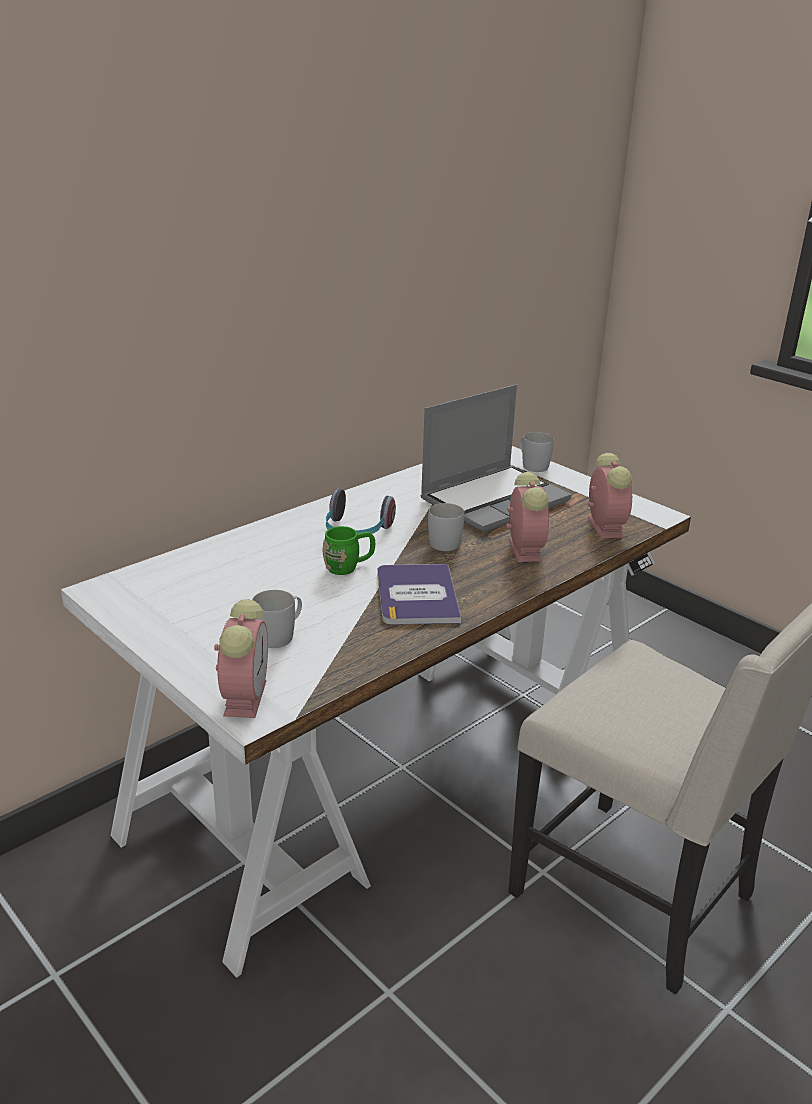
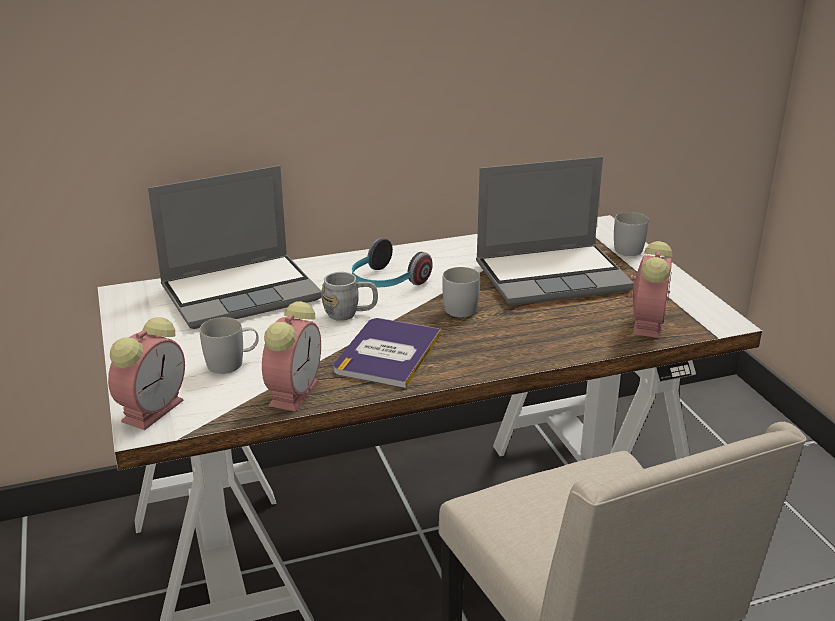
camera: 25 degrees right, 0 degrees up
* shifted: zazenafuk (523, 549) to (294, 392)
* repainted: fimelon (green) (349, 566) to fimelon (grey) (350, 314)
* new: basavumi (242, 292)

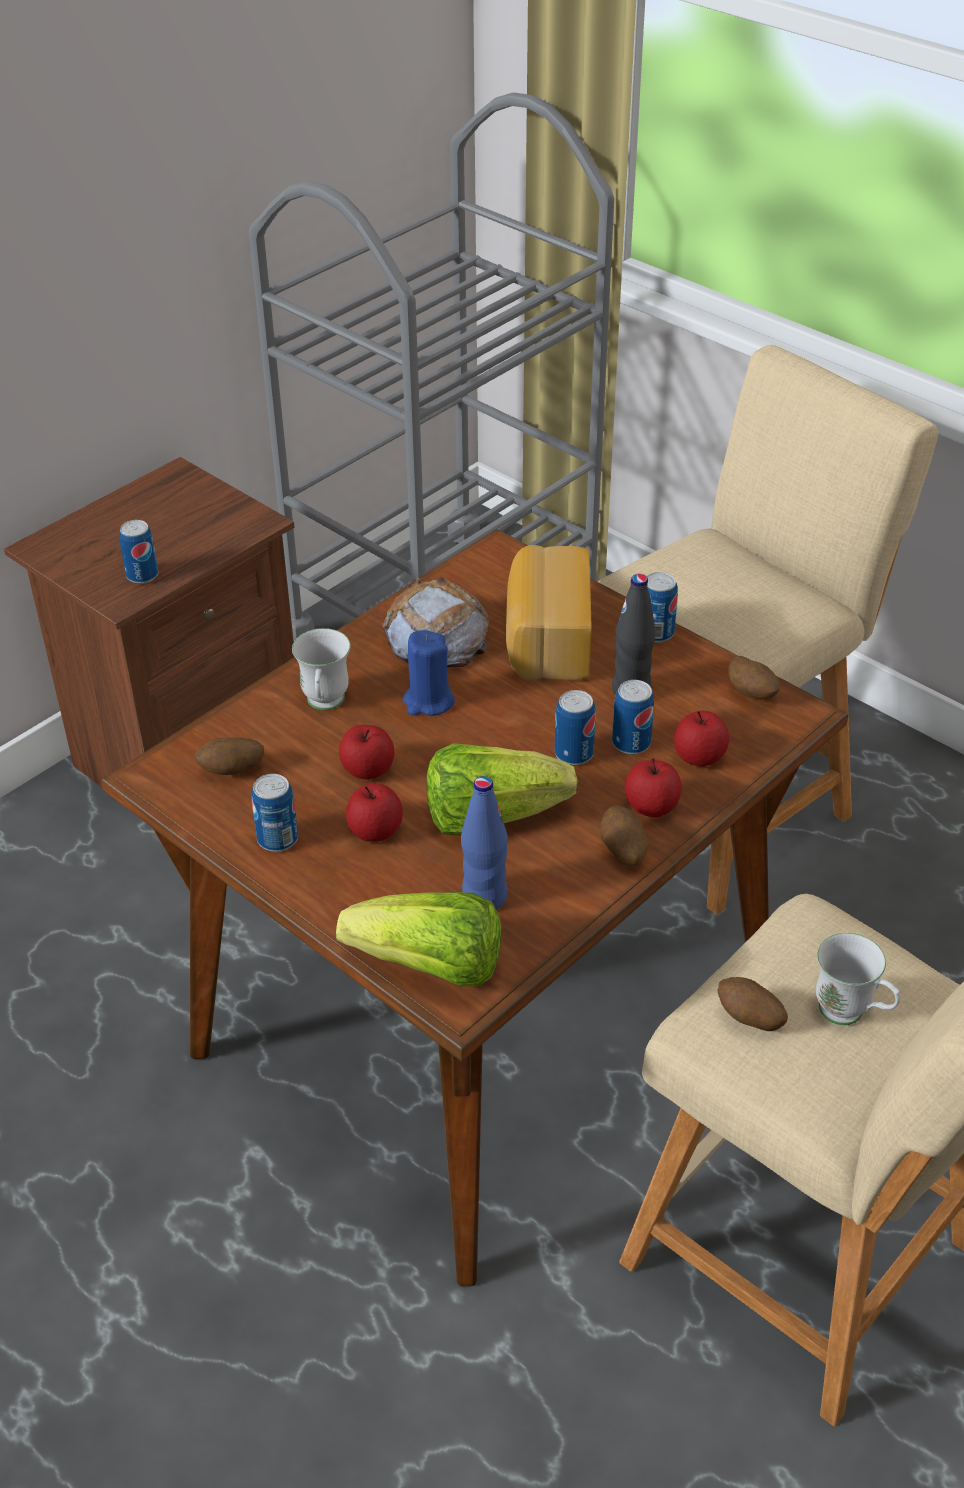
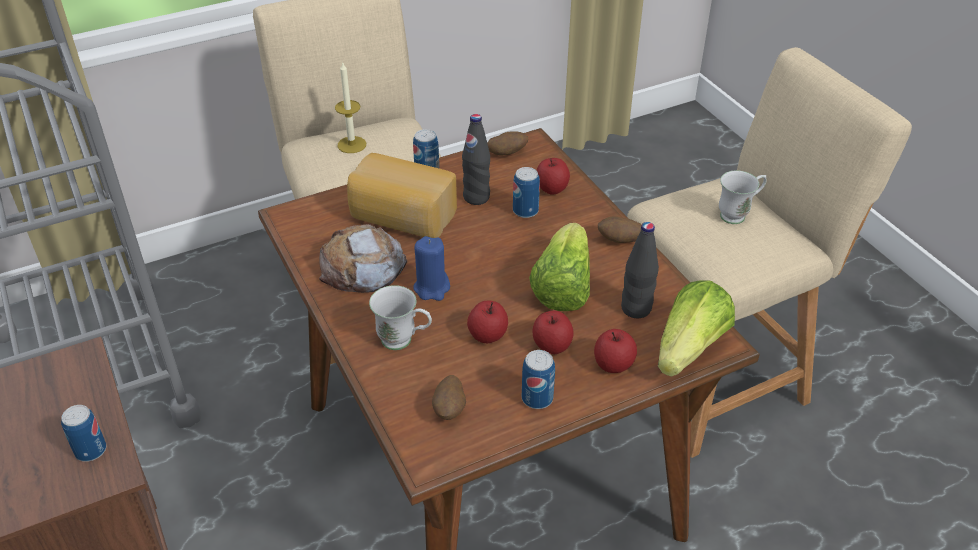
camera: 70 degrees left, 0 degrees up
* gone: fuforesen (573, 754)
* shifted: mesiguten (651, 806) to (613, 364)
* repainted: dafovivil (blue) (484, 897) to dafovivil (black) (636, 309)
* gone: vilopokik (749, 1019)
* new: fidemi (352, 144)

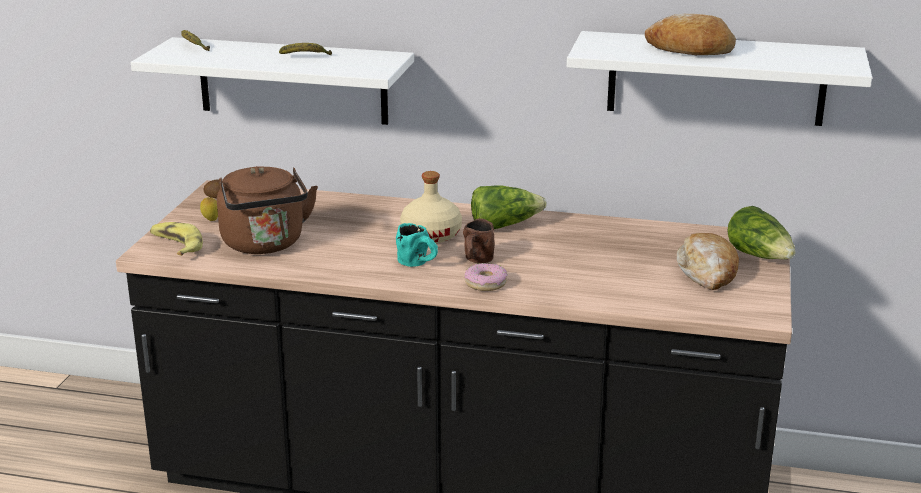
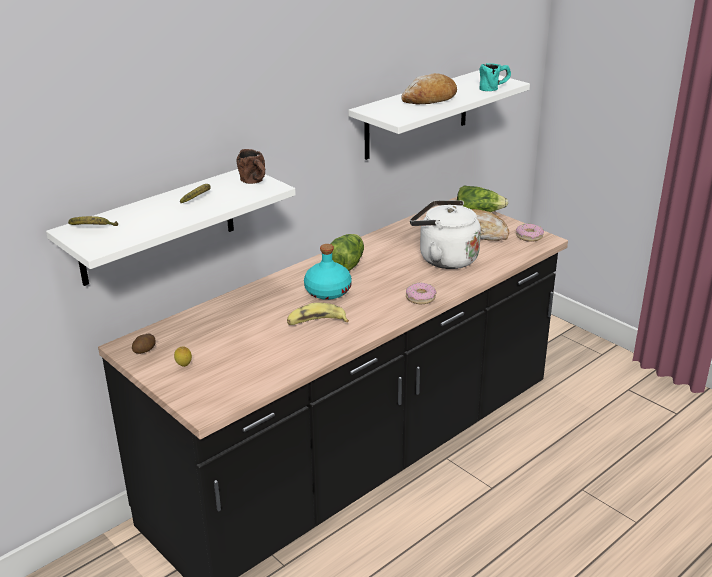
camera: 55 degrees left, 5 degrees up
* gone: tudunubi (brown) (265, 245)
* repainted: dafovivil (beige) (431, 234) to dafovivil (turquoise) (327, 291)
* shifted: fimelon (brown) (476, 261) to (255, 182)
* shifted: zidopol (176, 246) to (316, 322)
* shifted: fimelon (turquoise) (419, 264) to (494, 88)
* new: tudunubi (white) (444, 259)
* new: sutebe (529, 236)

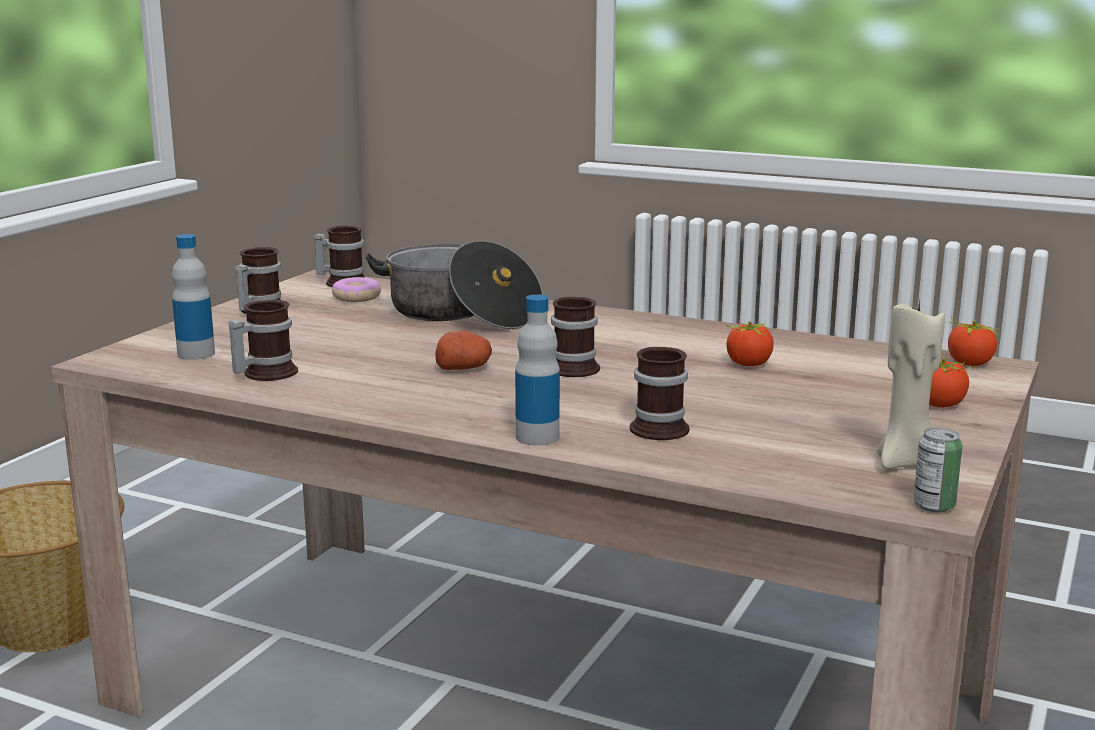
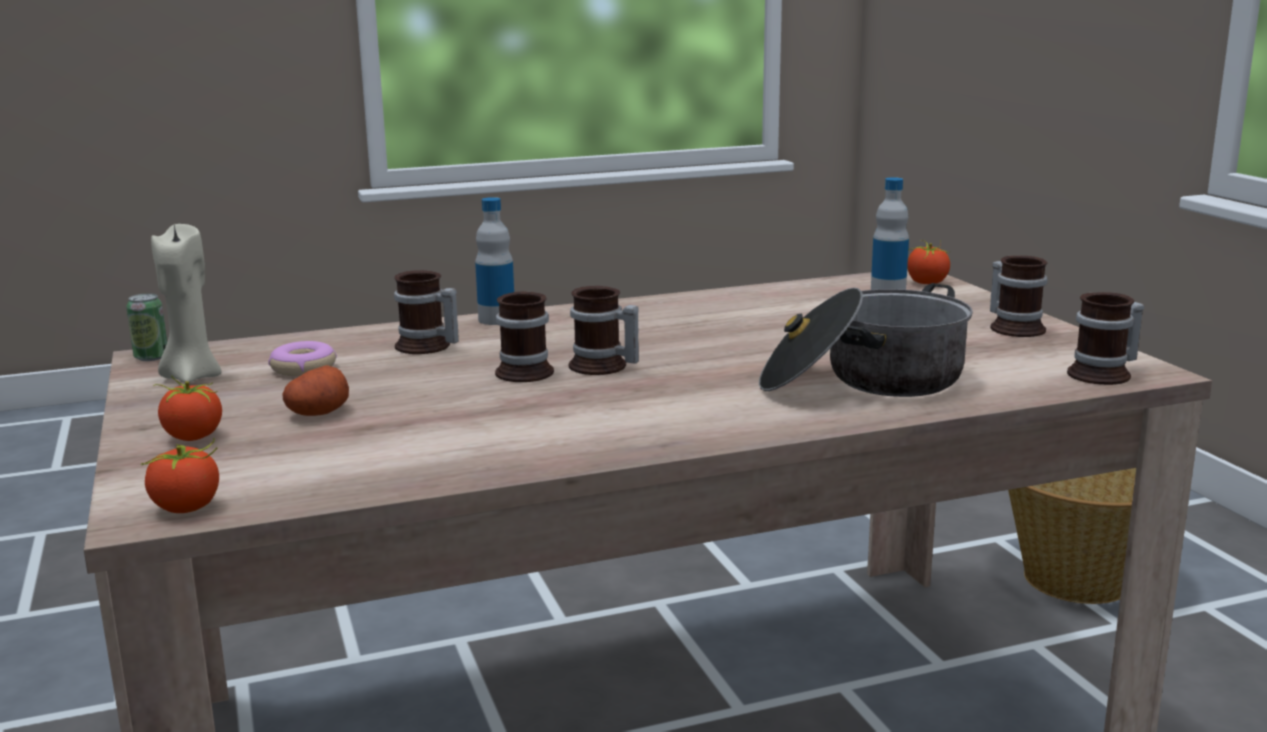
camera: 135 degrees right, 0 degrees up
* shifted: sutebe (356, 297) to (303, 368)
* shifted: fimelon (264, 373) to (528, 371)
* shifted: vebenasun (748, 364) to (927, 283)
* shifted: vilopokik (464, 368) to (318, 413)

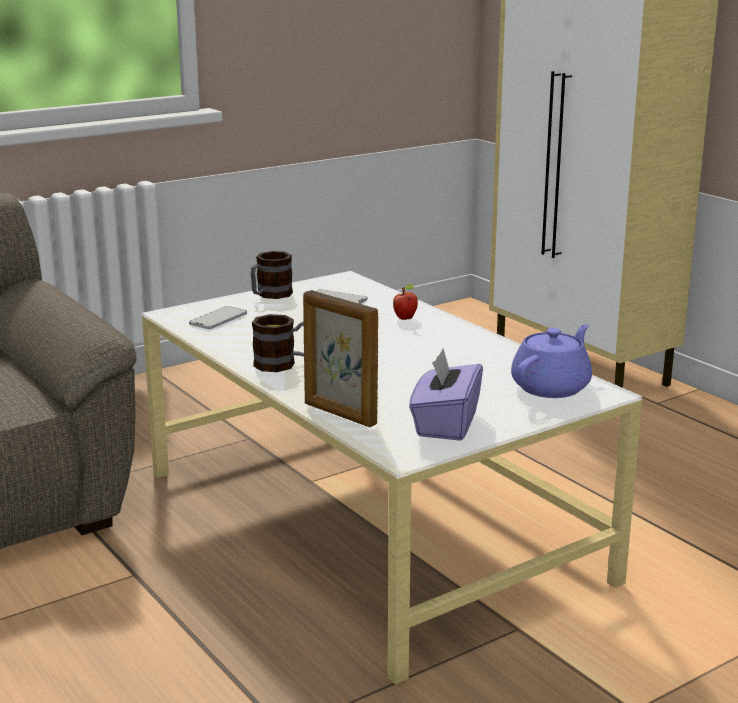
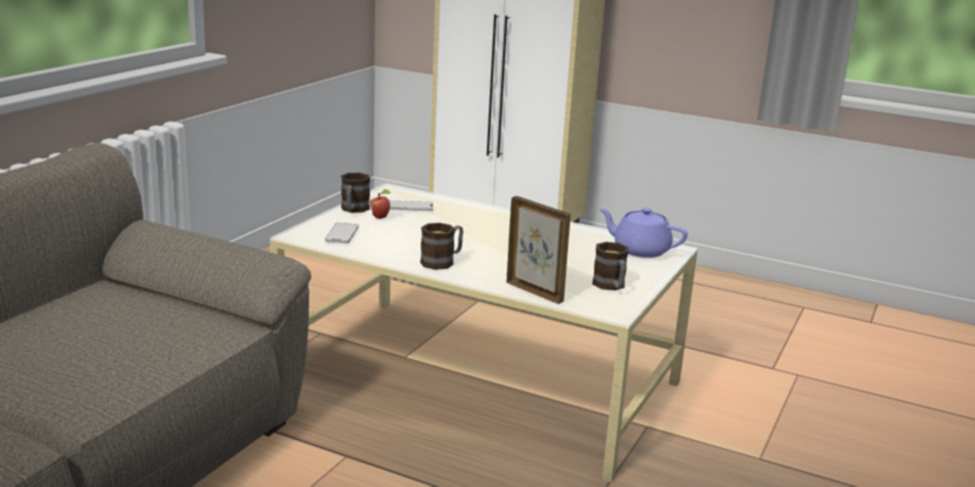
camera: 30 degrees left, 0 degrees up
* shifted: mesiguten (406, 318) to (380, 217)
* rotated: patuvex (339, 414) = (535, 292) 150 degrees counterclockwise
* rotated: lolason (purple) (552, 387) = (640, 250) 75 degrees counterclockwise
* swapped: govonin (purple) (445, 424) to fimelon (611, 286)

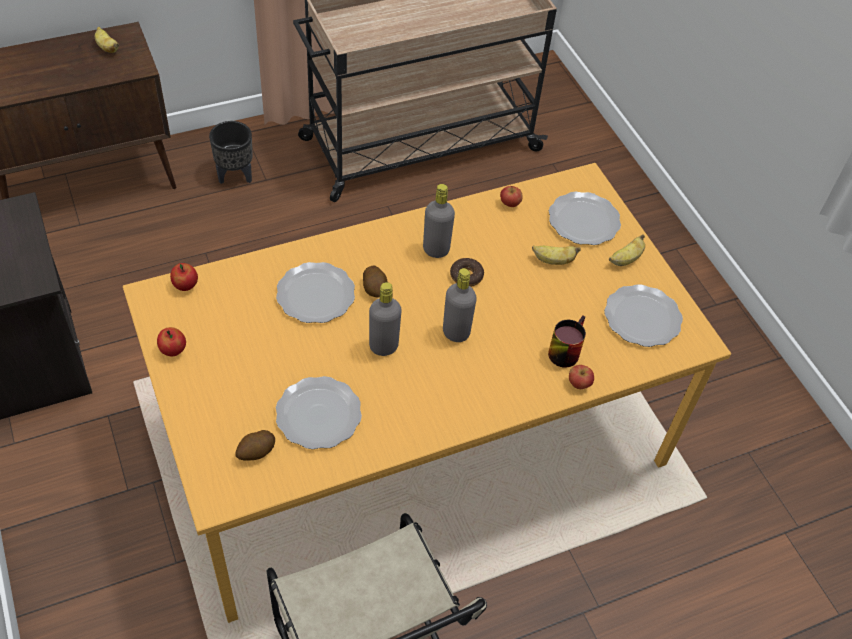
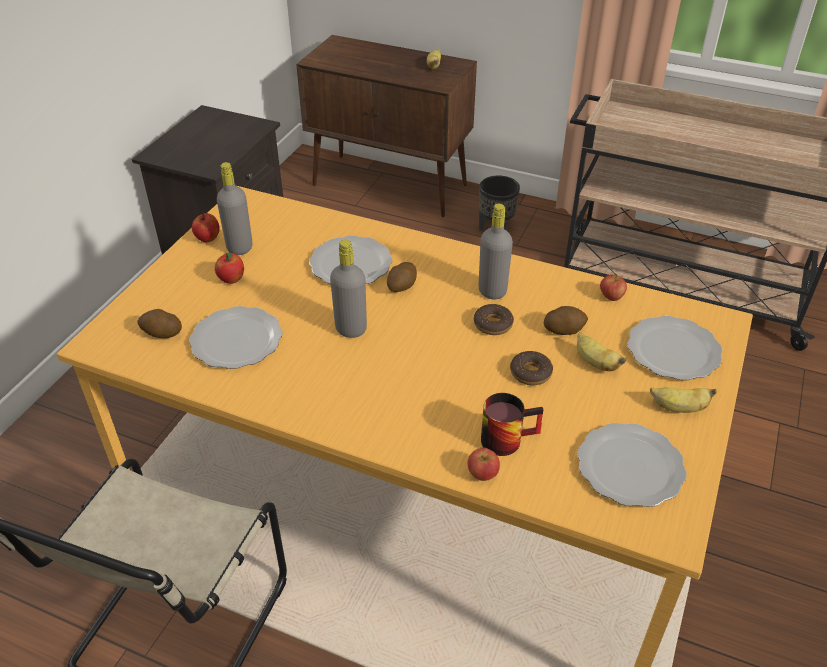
camera: 50 degrees right, 10 degrees down
* shifted: mesiguten (185, 286) to (231, 279)
* shifted: dafovivil (grey) (456, 332) to (239, 247)
* new: vilopokik (564, 329)
* new: sutebe (530, 373)

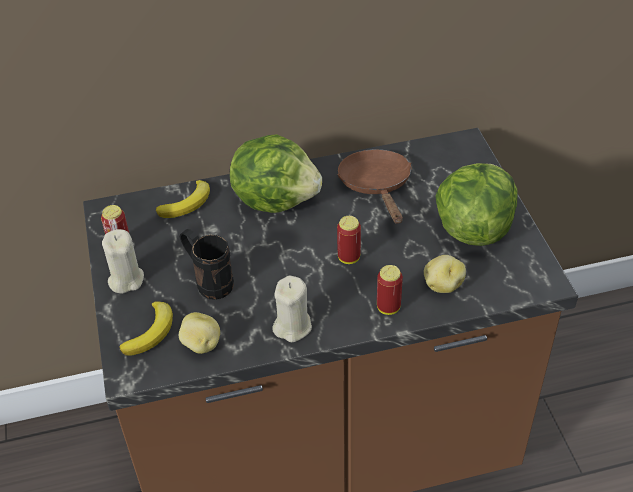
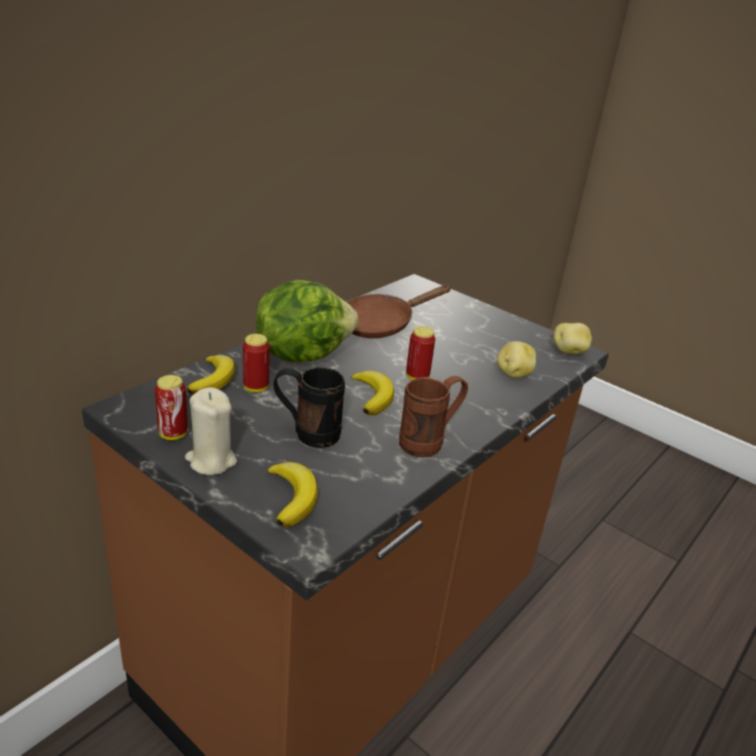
camera: 40 degrees left, 15 degrees down
* rotated: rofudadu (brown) (376, 186) = (381, 324) 75 degrees counterclockwise
* gone: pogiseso (473, 228)
* shifted: fuforesen (388, 307) to (256, 387)
* swapped: fidemi (beige) (292, 326) to fimelon (brown) (429, 442)
* shifted: vilopokik (201, 344) to (569, 352)
* new: zidopol (373, 396)

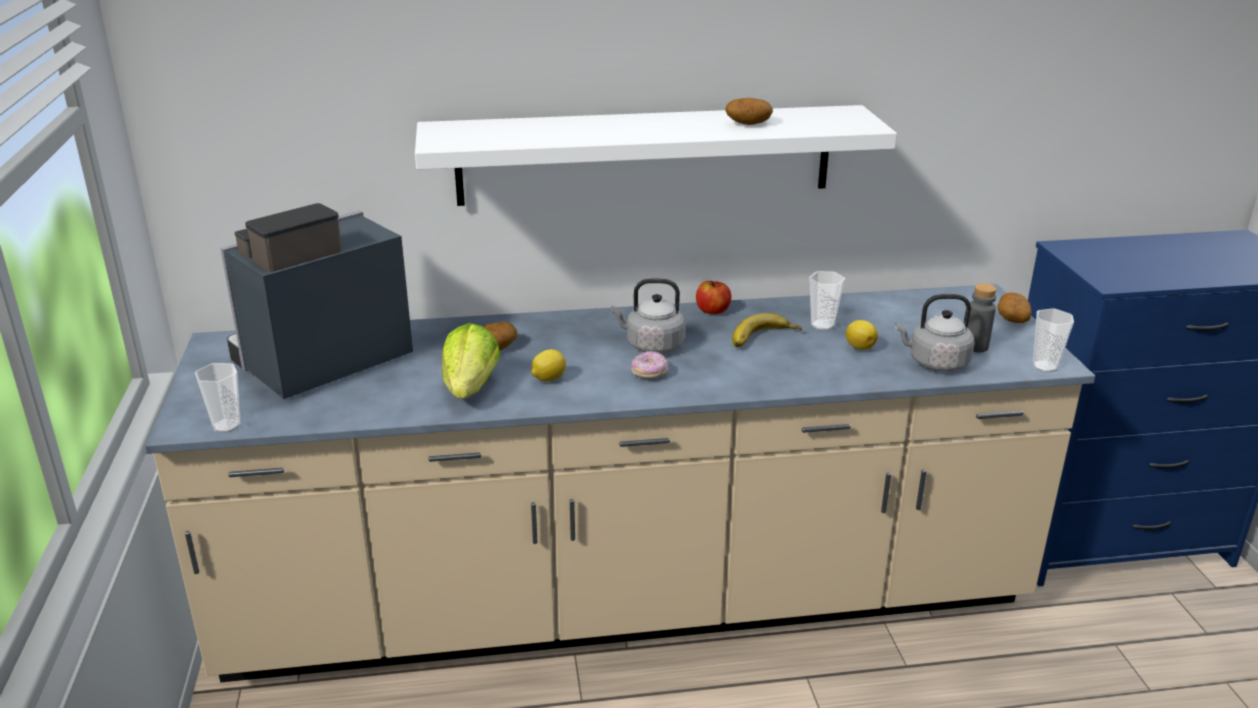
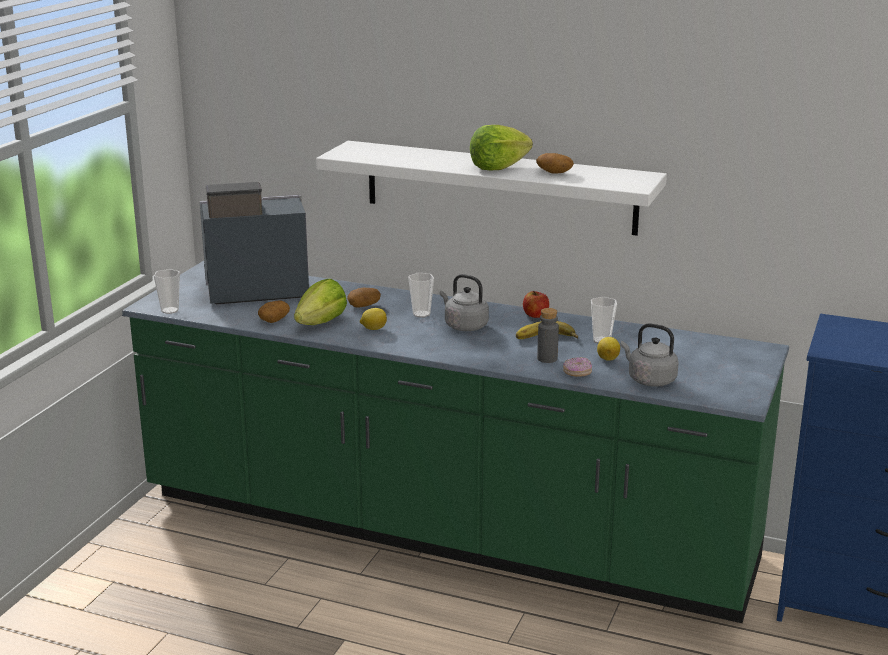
camera: 30 degrees right, 5 degrees down
* shifted: dafovivil (grey) (975, 346) to (547, 359)
* repainted: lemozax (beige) (628, 603) to lemozax (green) (444, 532)
* shifted: vilopokik (1012, 318) to (274, 320)
* shifted: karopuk (1044, 367) to (421, 314)
* shifted: sutebe (649, 373) to (577, 373)
* new: pogiseso (498, 167)

